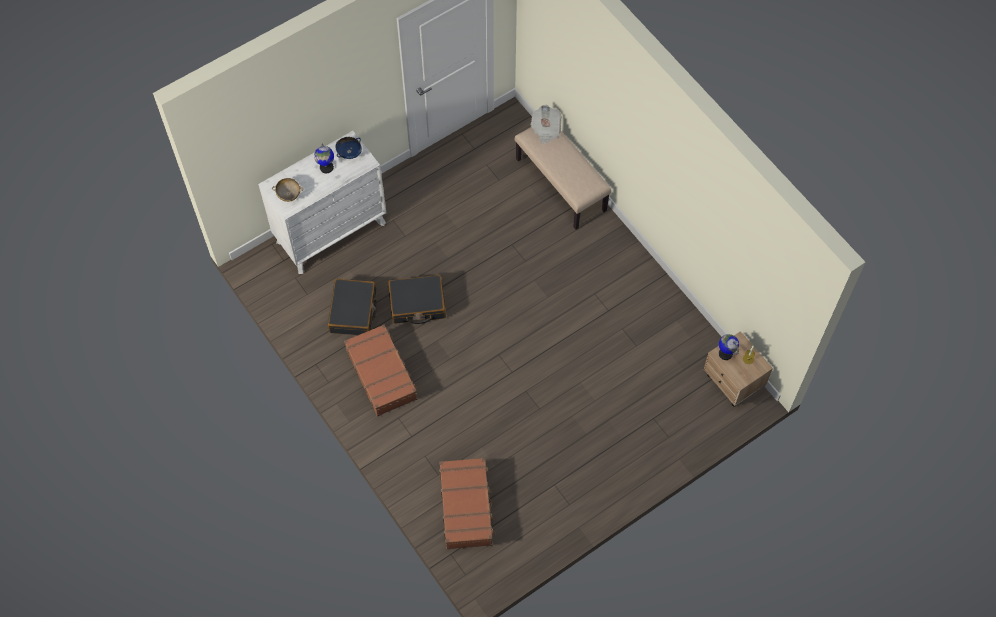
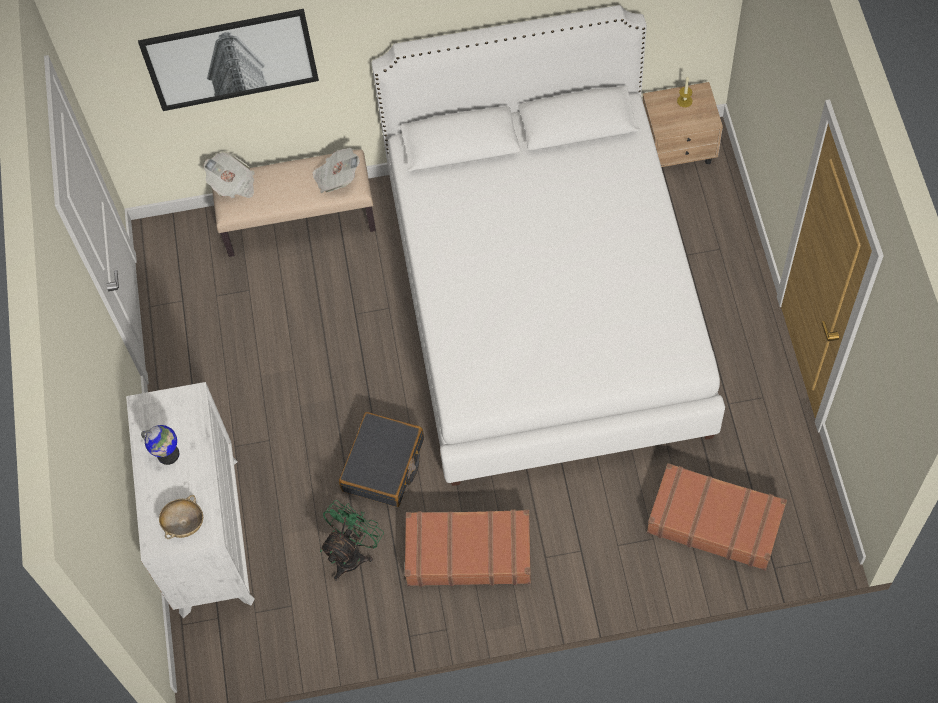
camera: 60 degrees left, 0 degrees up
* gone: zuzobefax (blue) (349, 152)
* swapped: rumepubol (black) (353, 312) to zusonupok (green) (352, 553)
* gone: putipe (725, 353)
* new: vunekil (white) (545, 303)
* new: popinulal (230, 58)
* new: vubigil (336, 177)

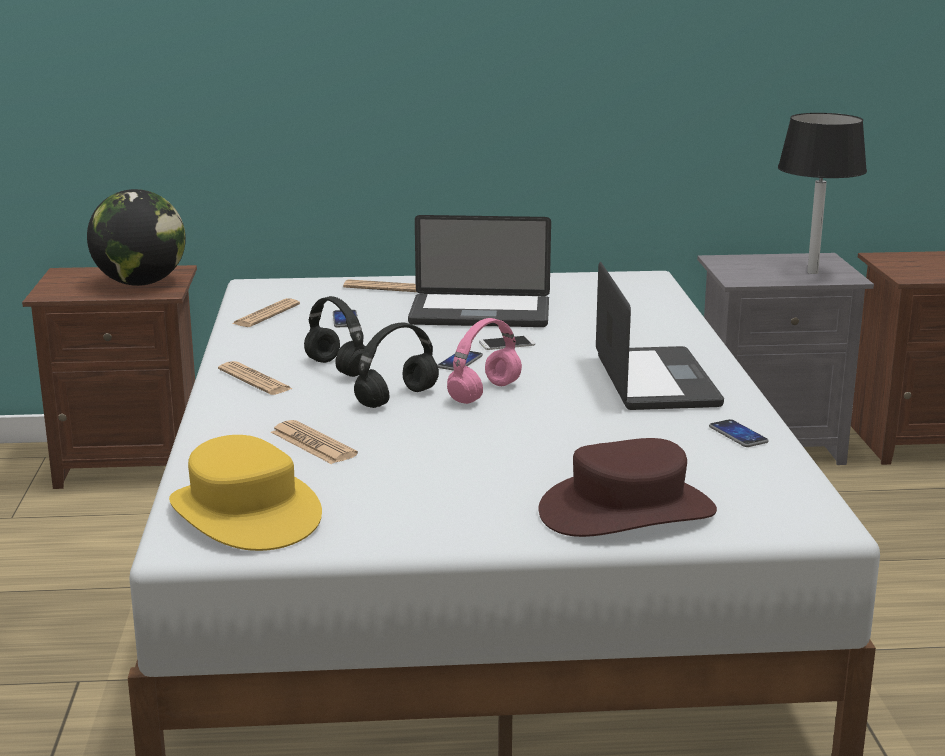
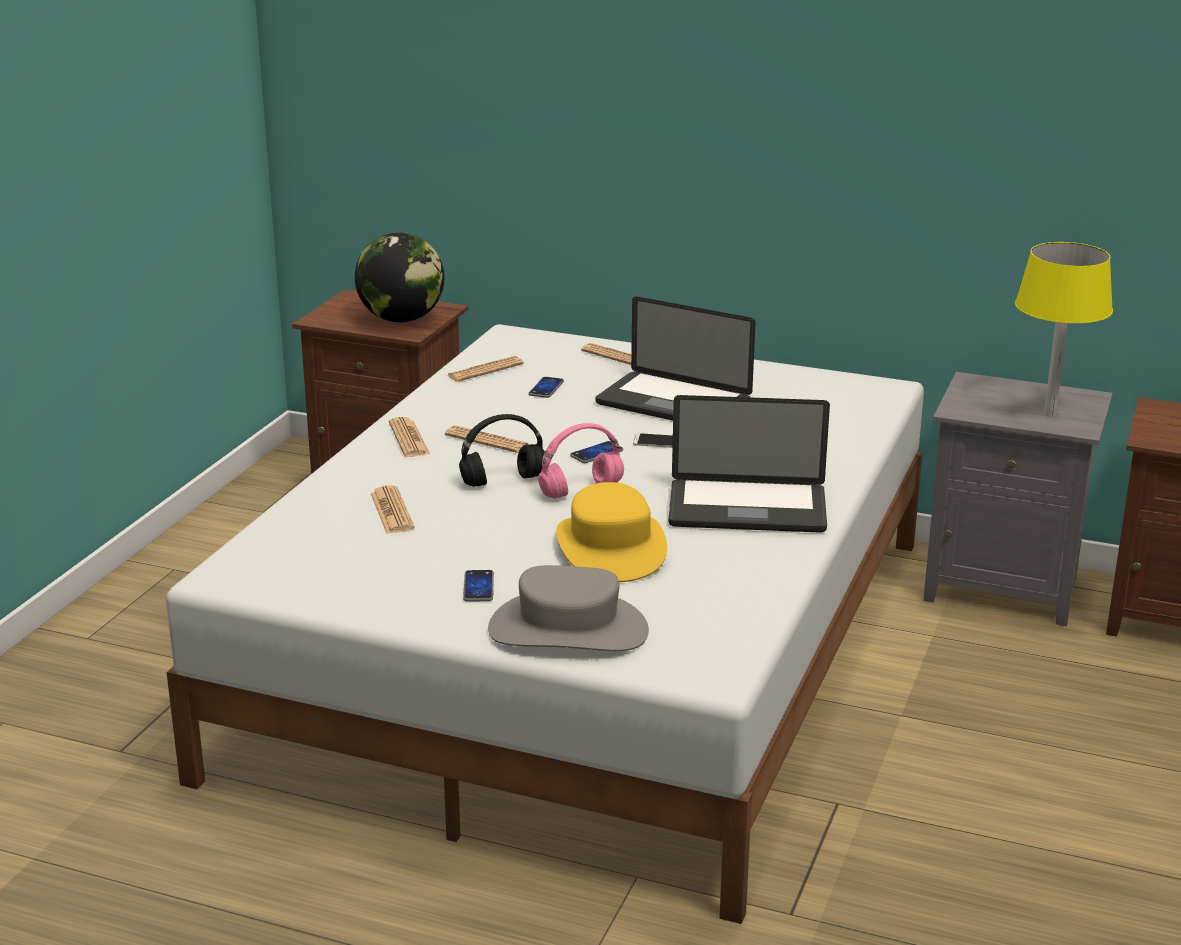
camera: 25 degrees right, 5 degrees up
* repainted: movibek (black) (812, 272) to movibek (yellow) (1050, 414)
* rotated: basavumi (655, 381) = (747, 509) 75 degrees clockwise
* swapped: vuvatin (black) (339, 368) to vubigil (487, 440)
* shifted: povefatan (738, 435) to (478, 587)
* shifted: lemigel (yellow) (244, 513) to (610, 548)
* repainted: lemigel (brown) (627, 511) to lemigel (grey) (568, 629)

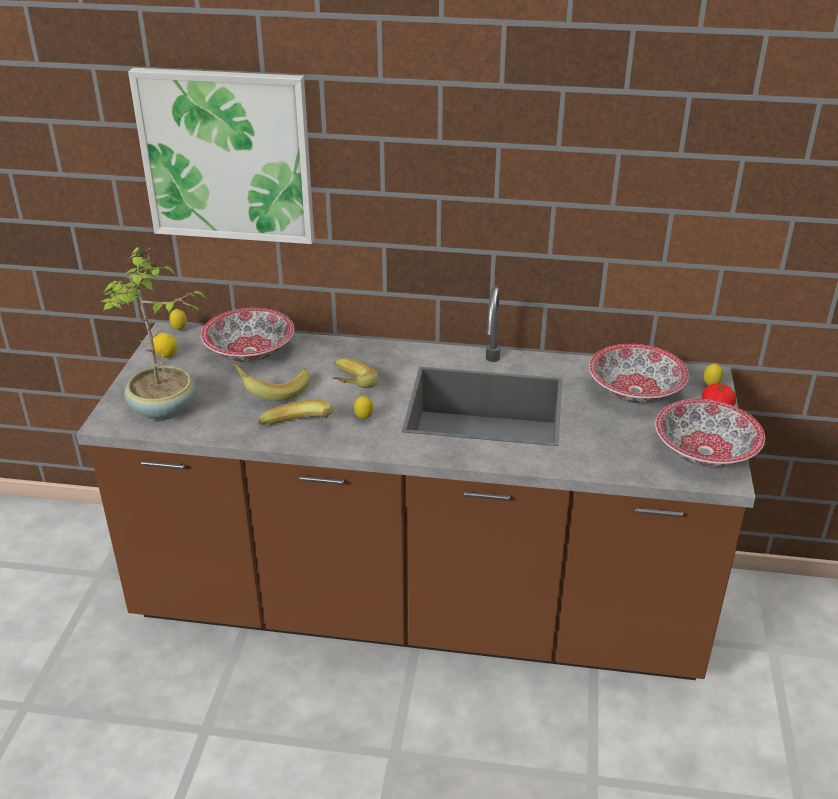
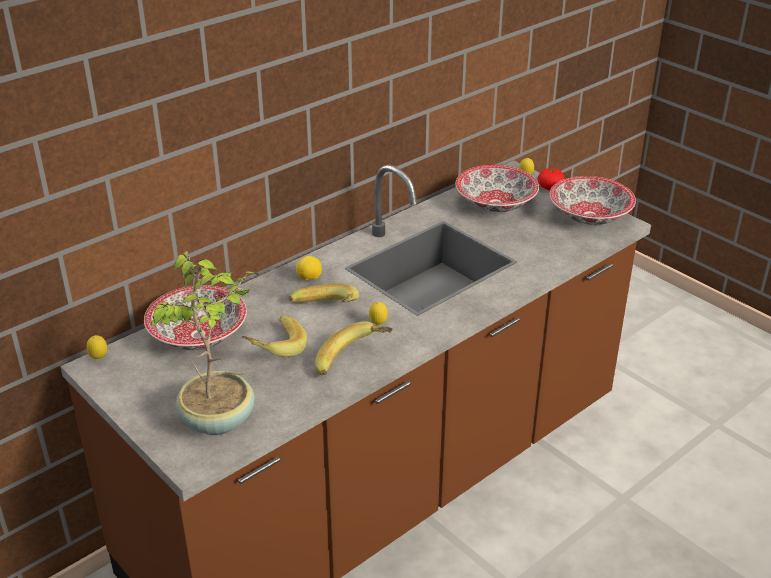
camera: 50 degrees left, 0 degrees up
* gone: popinulal (227, 156)
* shifted: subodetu (165, 356) to (309, 279)

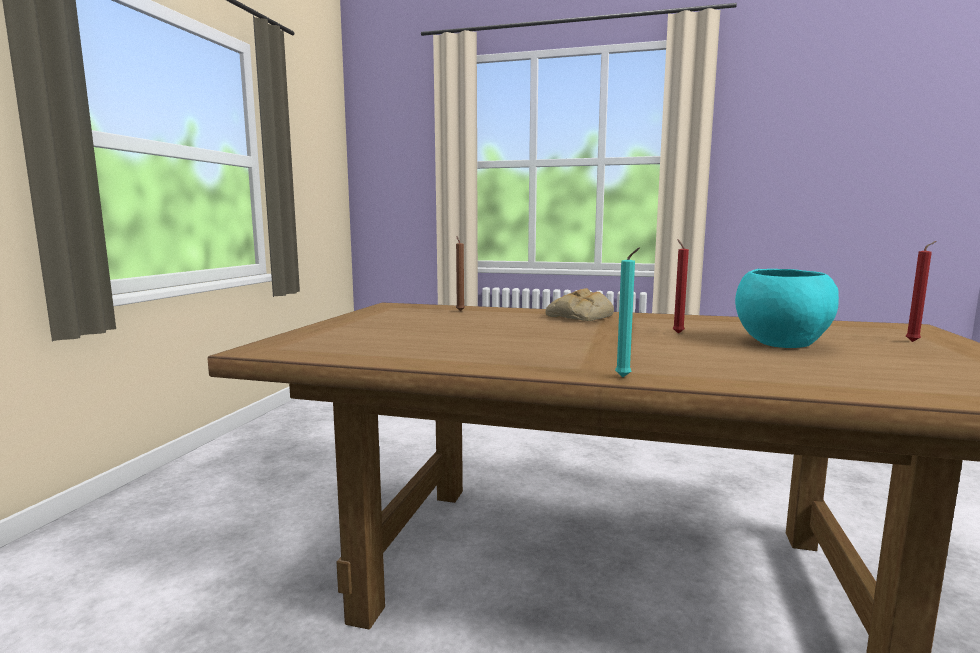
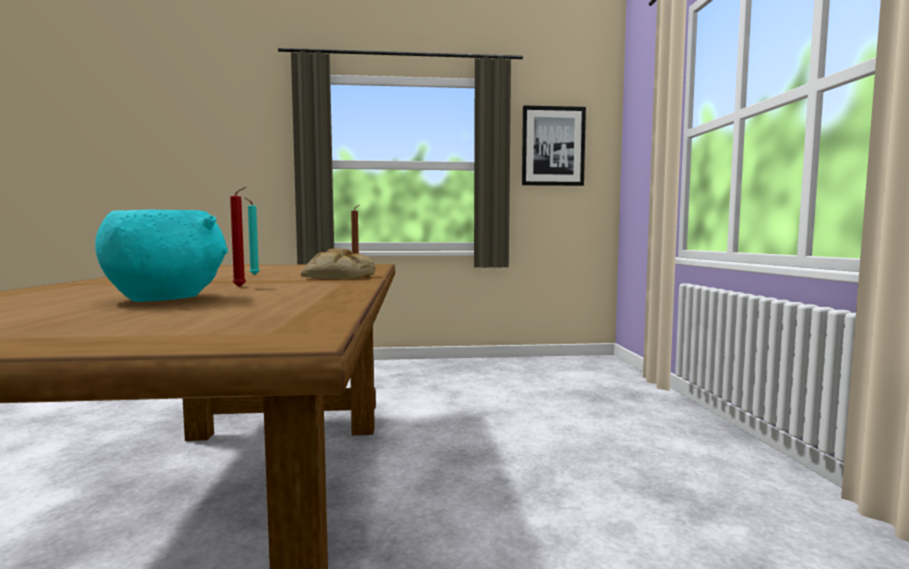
camera: 70 degrees right, 5 degrees down
* gone: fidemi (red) (914, 342)
* shifted: fidemi (turquoise) (624, 378) to (253, 275)
* new: popinulal (553, 146)

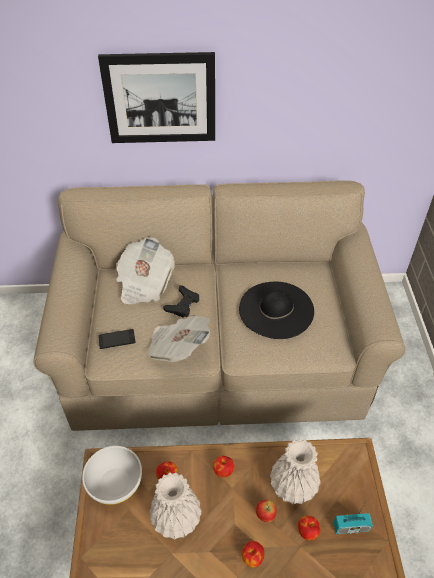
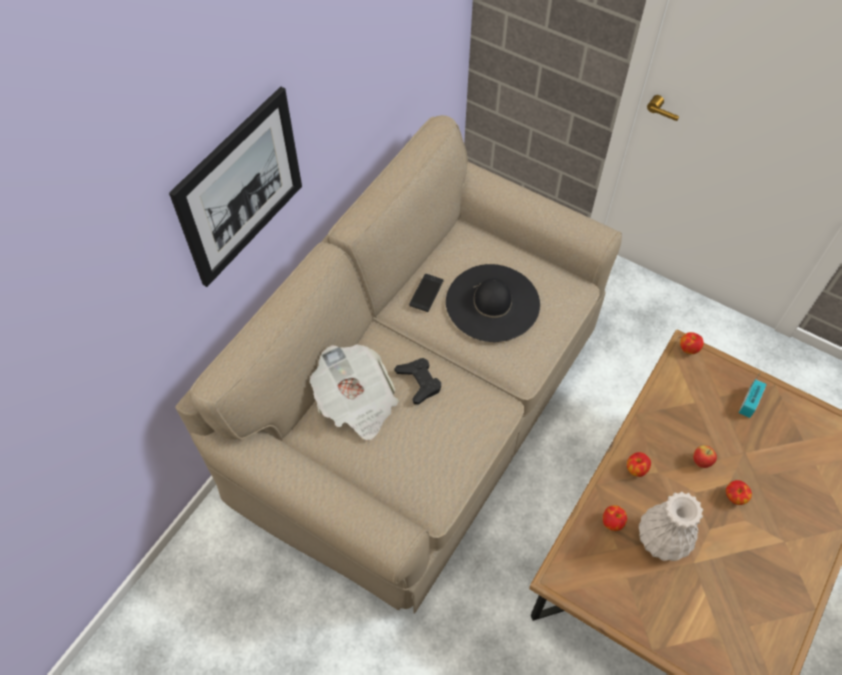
camera: 55 degrees left, 10 degrees up
* gone: vubigil (178, 348)
* shifted: povefatan (117, 339) to (426, 293)
* gone: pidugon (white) (293, 487)
* gone: zuzobefax (white) (115, 483)
* shifted: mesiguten (307, 531) to (688, 348)

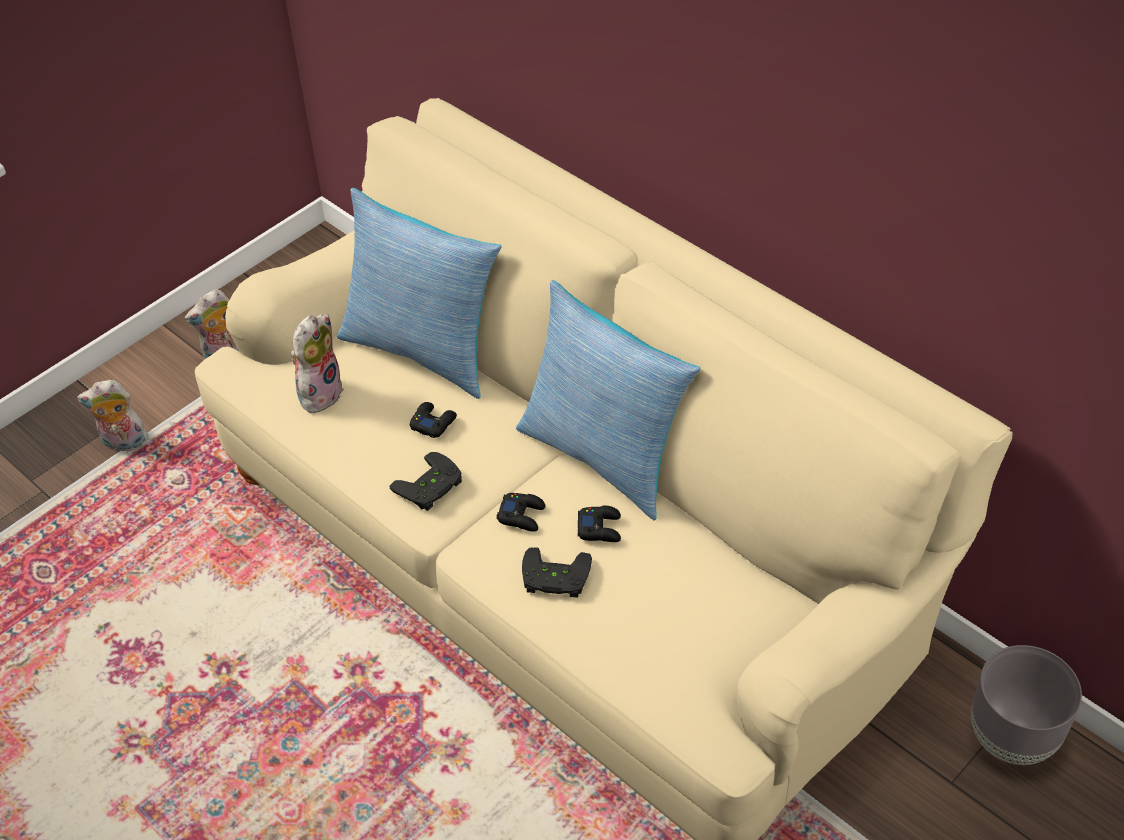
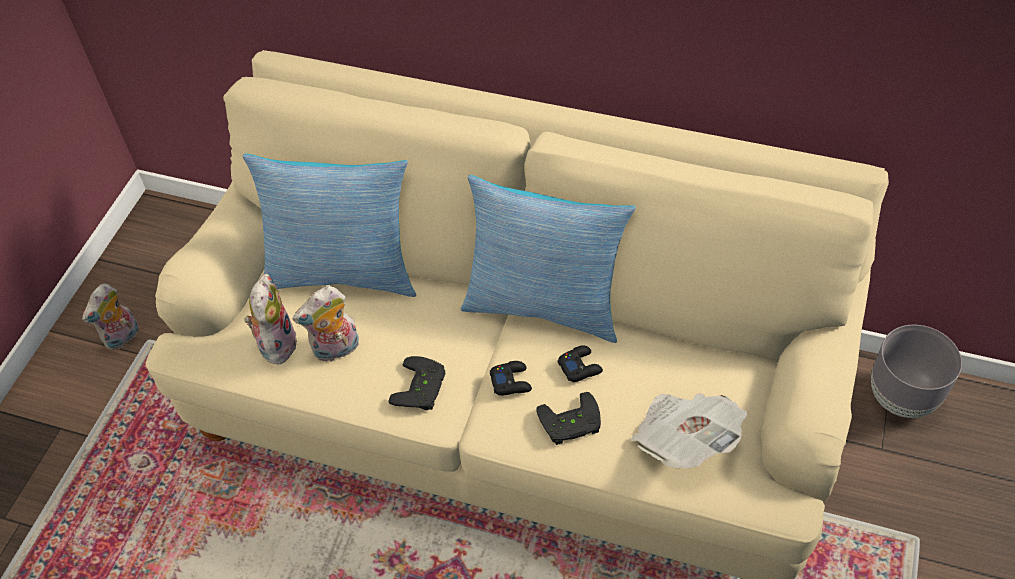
camera: 25 degrees left, 5 degrees up
* shifted: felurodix (124, 444) to (336, 350)
* gone: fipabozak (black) (433, 423)
* new: vubigil (684, 440)

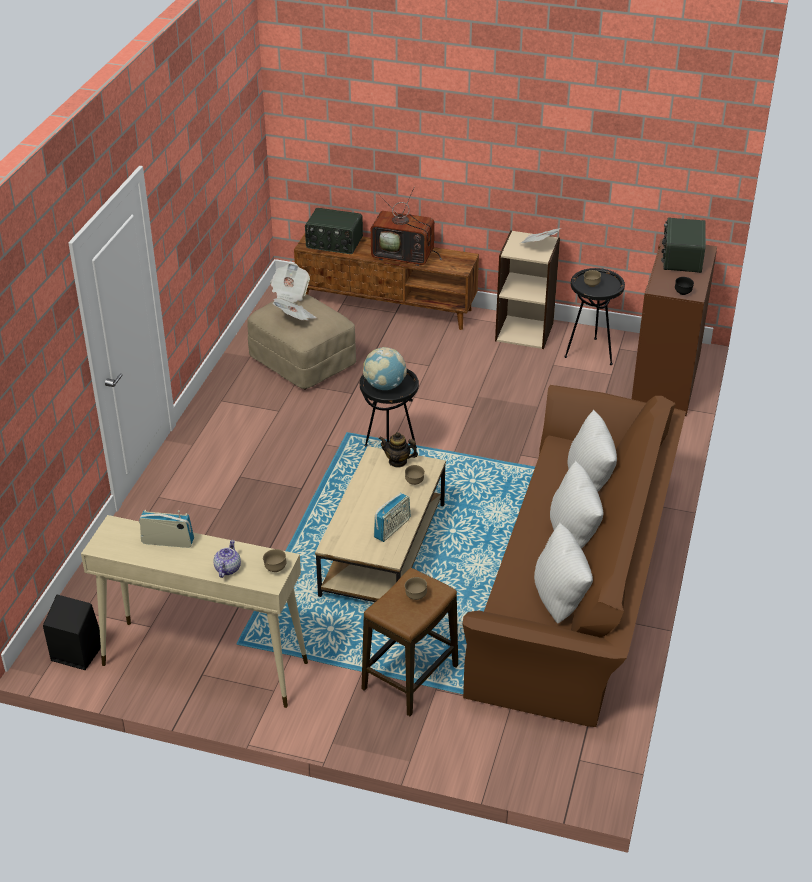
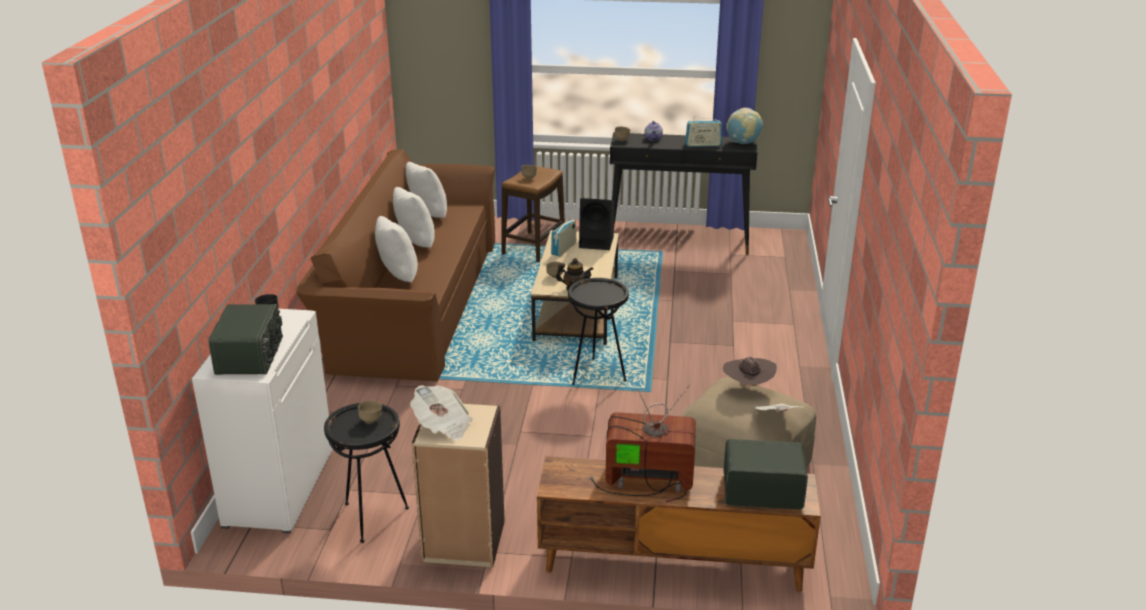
camera: 170 degrees right, 10 degrees down
* repainted: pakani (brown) (667, 382) to pakani (white) (278, 487)
* swapped: vubigil (295, 319) to lemigel (brown) (748, 387)
* shifted: putipe (385, 386) to (743, 143)
* repainted: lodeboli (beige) (203, 663) to lodeboli (black) (679, 242)
* shifted: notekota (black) (76, 652) to (597, 242)

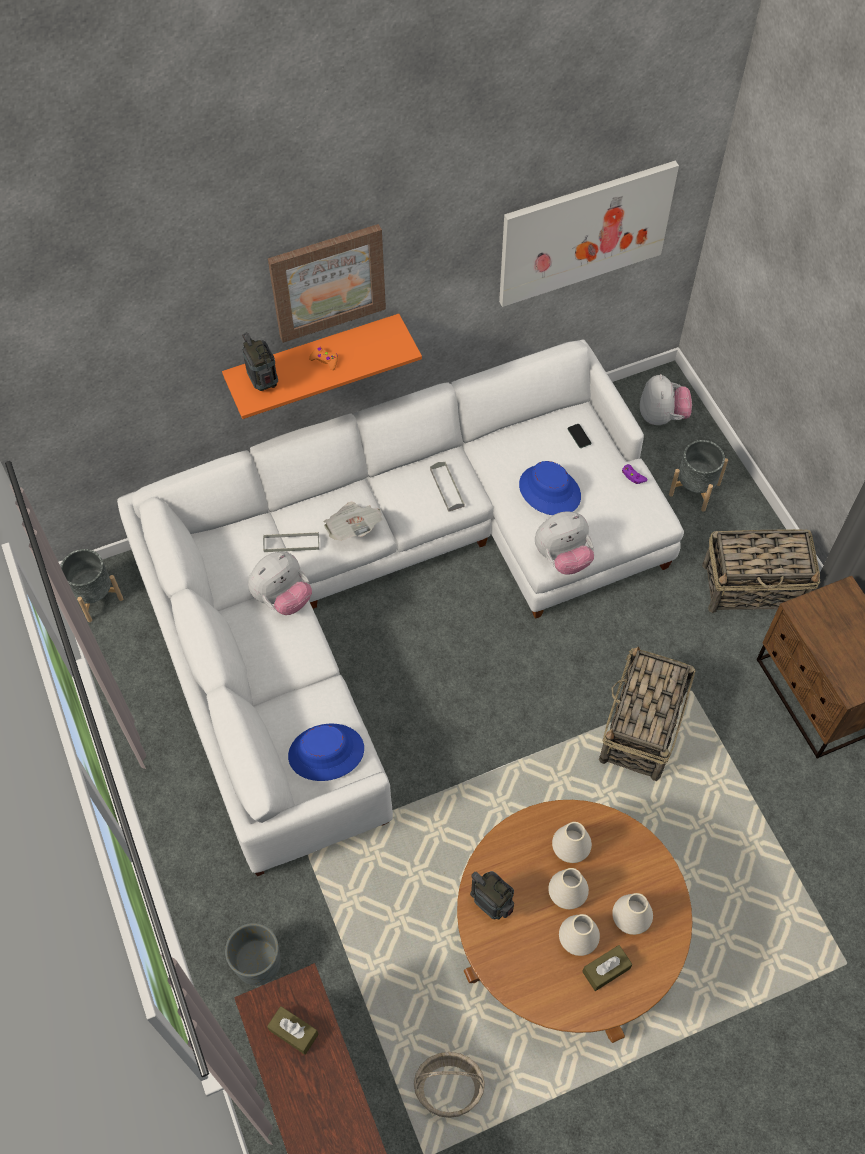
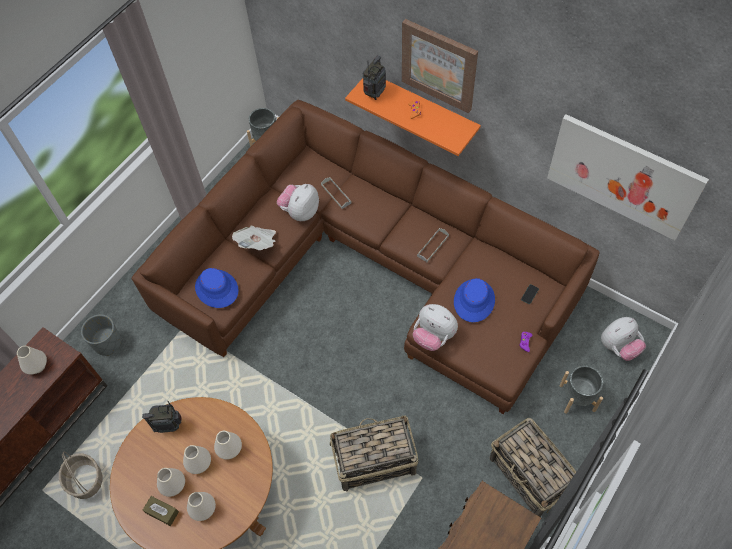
camera: 60 degrees right, 0 degrees up
* repainted: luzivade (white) (386, 587) to luzivade (brown) (371, 268)
* shifted: vubigil (353, 528) to (257, 243)
* rotated: felurodix (282, 598) = (300, 212) 105 degrees clockwise
* rotated: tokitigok (492, 904) = (169, 425) 105 degrees counterclockwise
* swapped: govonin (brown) (293, 1032) to pidugon (white) (37, 366)

